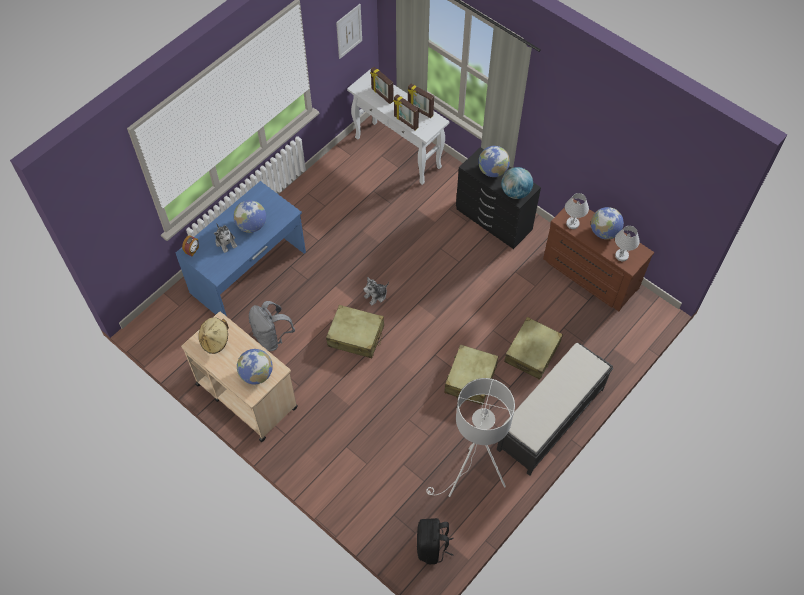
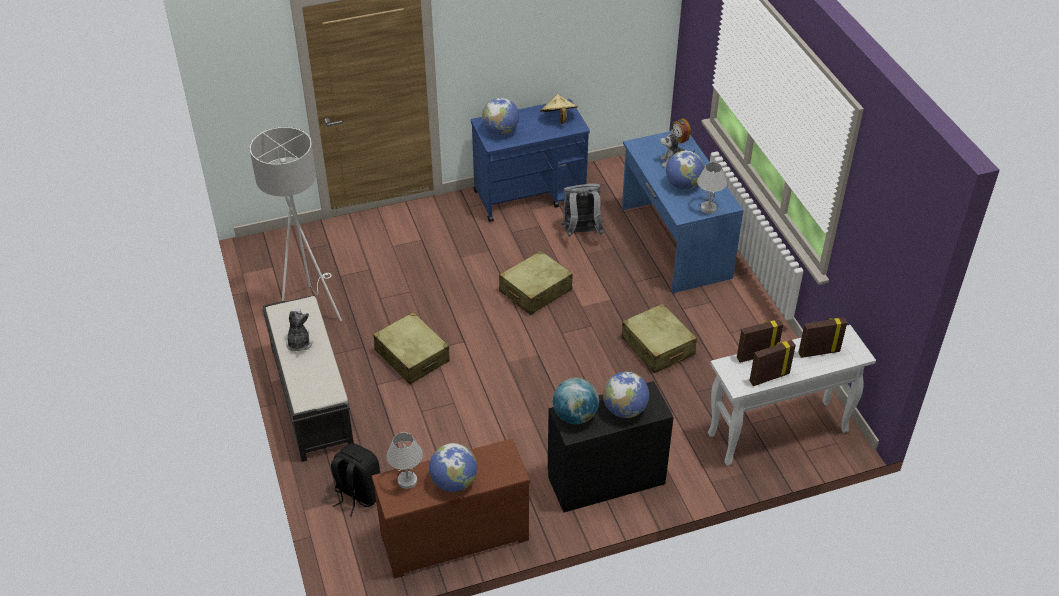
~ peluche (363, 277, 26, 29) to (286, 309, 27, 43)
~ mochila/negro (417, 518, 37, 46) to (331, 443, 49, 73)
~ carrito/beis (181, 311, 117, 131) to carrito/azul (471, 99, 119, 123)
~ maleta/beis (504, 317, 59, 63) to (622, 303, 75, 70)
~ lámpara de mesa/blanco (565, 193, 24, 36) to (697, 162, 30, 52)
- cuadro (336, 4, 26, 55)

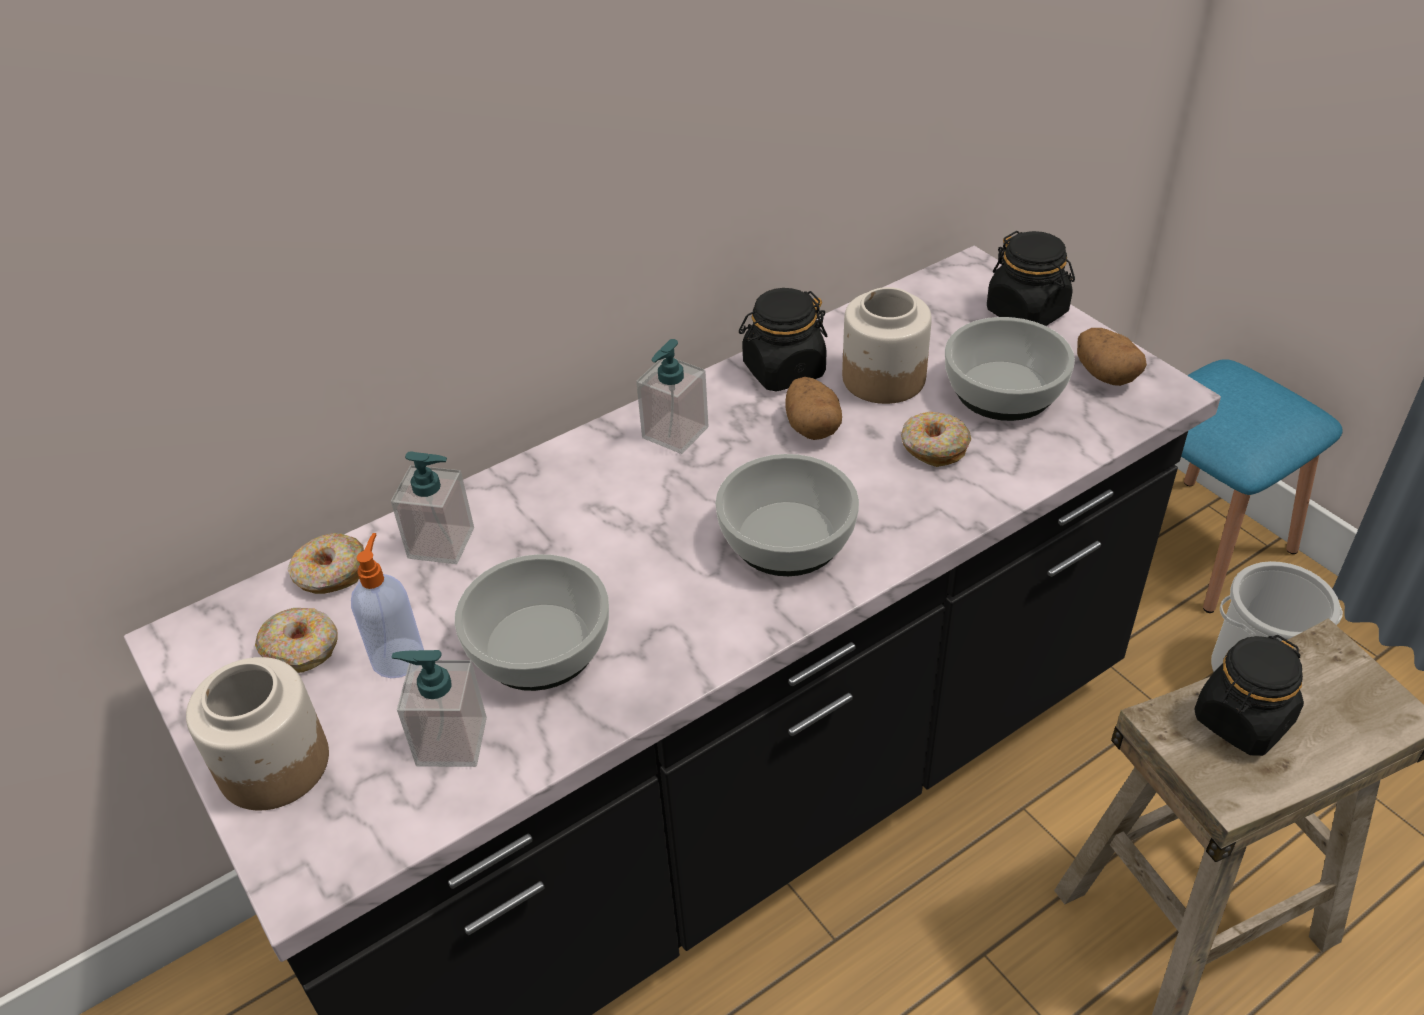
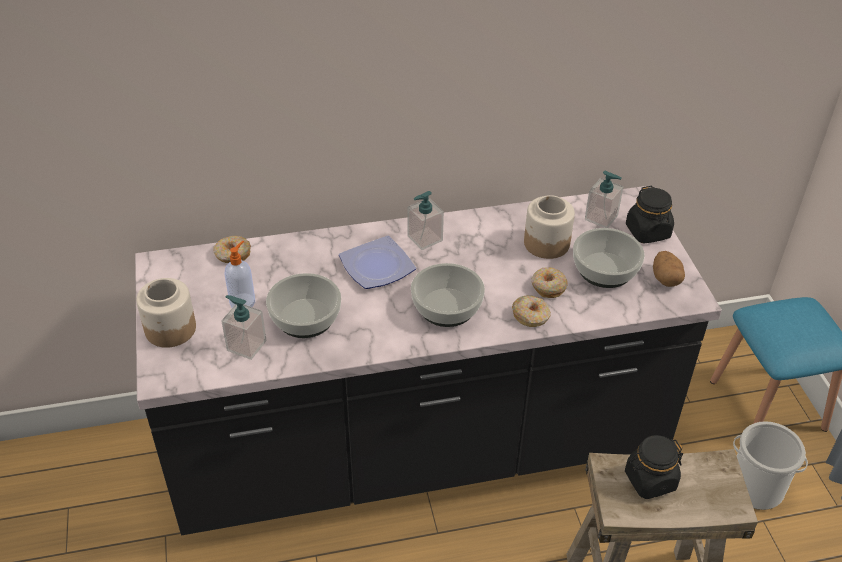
+ plato (339, 236, 77, 53)
~ rosquilla (255, 608, 82, 65) to (512, 295, 39, 32)
~ dispensador de jabón (391, 451, 83, 113) to (585, 171, 38, 57)
- tarro/negro (739, 288, 88, 103)
- patata (785, 377, 57, 63)

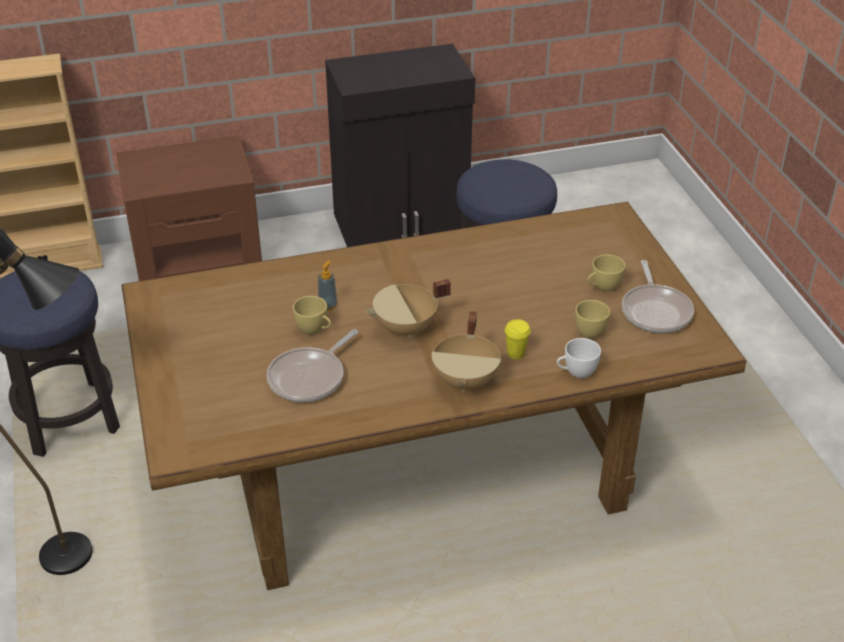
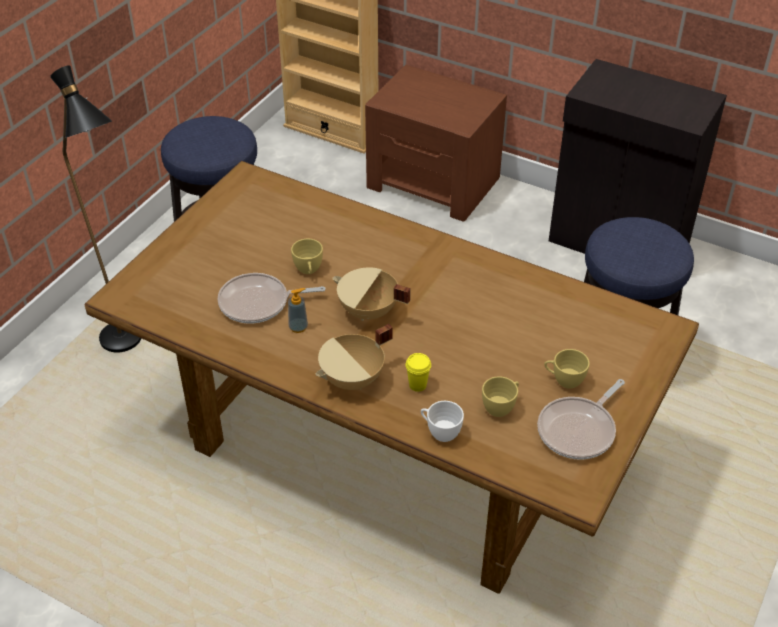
~ dispensador de jabón (318, 260, 20, 50) to (288, 288, 20, 45)

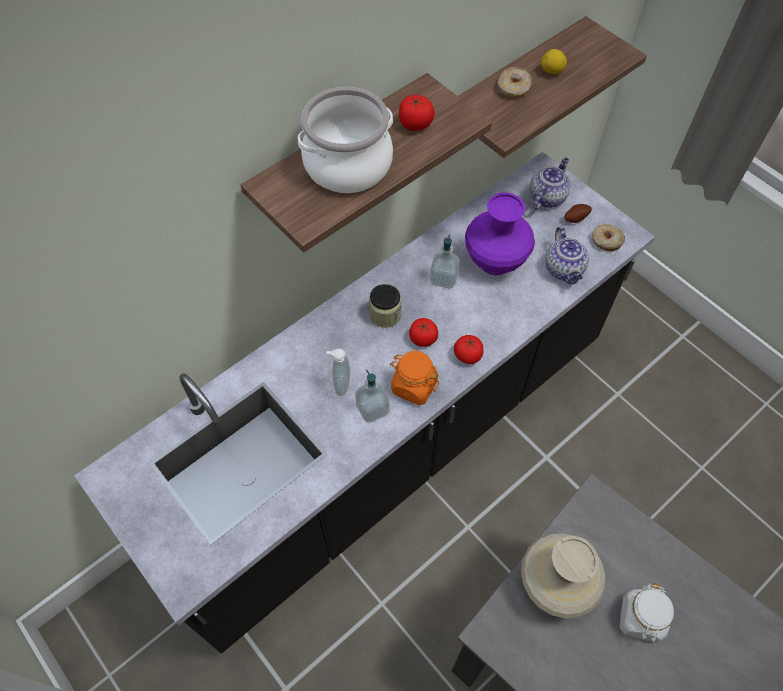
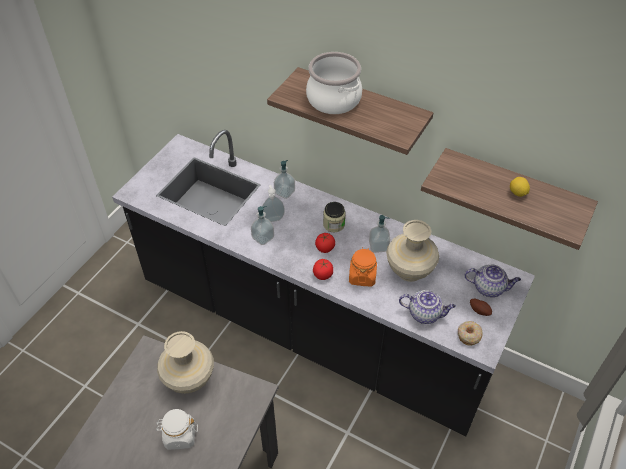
+ dispensador de jabón (274, 160, 21, 39)
~ tarro/naranja (390, 351, 49, 54) to (349, 247, 28, 40)
~ florero/morado (465, 192, 70, 83) to florero/beis (386, 220, 53, 62)
~ tetera (545, 227, 44, 58) = (399, 290, 57, 34) 135 degrees counterclockwise
- tomate (399, 95, 36, 36)
- rosquilla (498, 67, 34, 31)

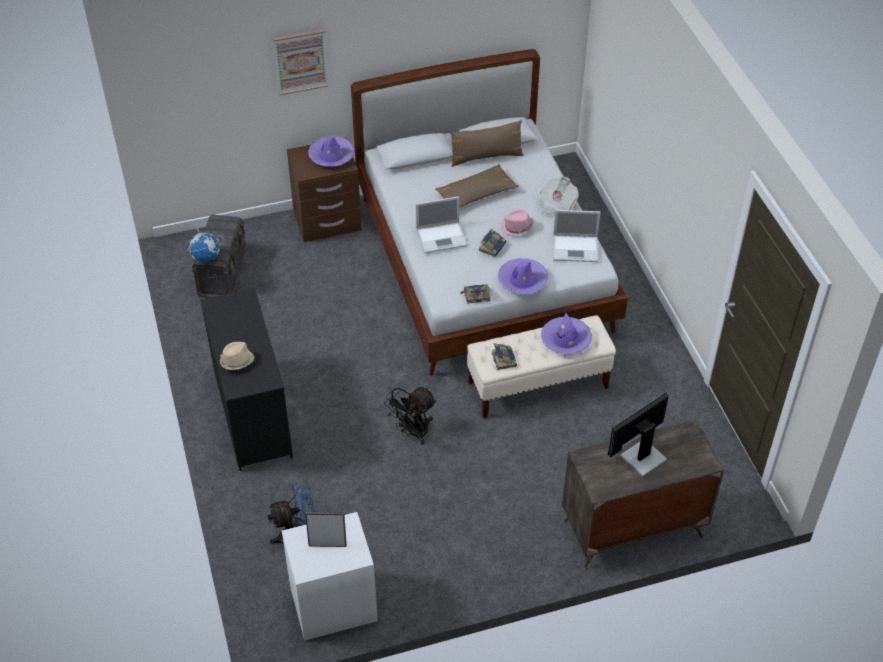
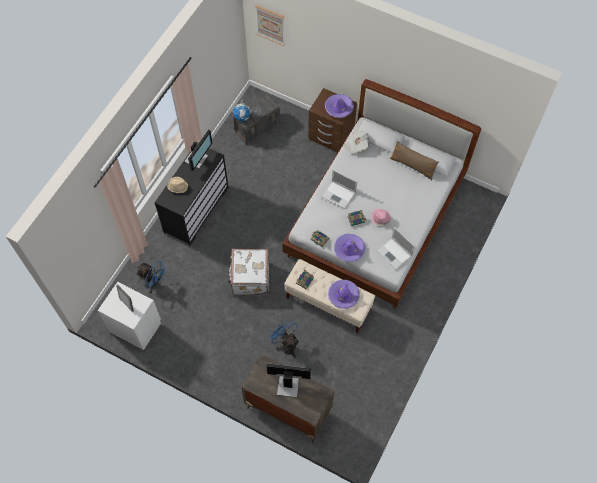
+ monitor (184, 130, 28, 42)
~ ventilador/negro (384, 387, 53, 58) to maleta/blanco (229, 249, 40, 46)
~ cuadro (273, 29, 56, 66) to (255, 5, 30, 41)
+ ventilador/azul (268, 319, 31, 39)
~ periódico (539, 177, 40, 41) to (344, 130, 26, 25)
- cojín/marrón (435, 164, 84, 44)

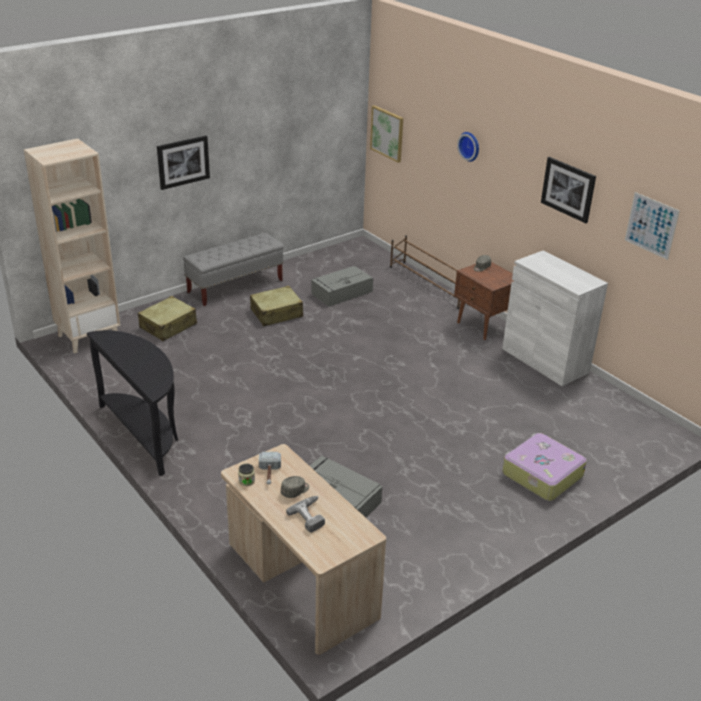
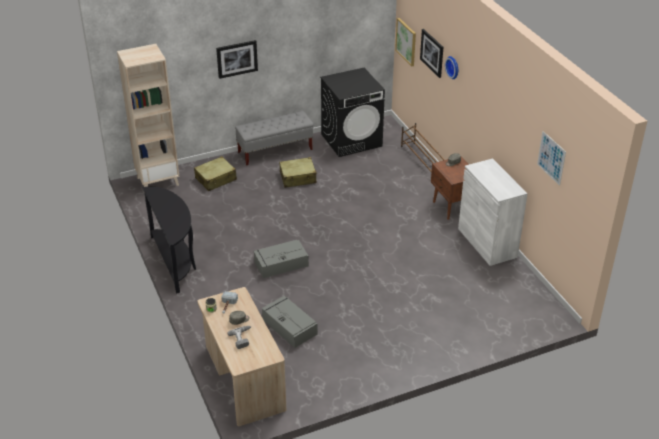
~ caja de almacenaje/gris (311, 266, 62, 41) to (253, 240, 56, 38)
+ lavadora/negro (320, 68, 65, 89)
~ cuadro (541, 157, 55, 66) to (420, 29, 24, 49)
- maleta (502, 433, 85, 68)

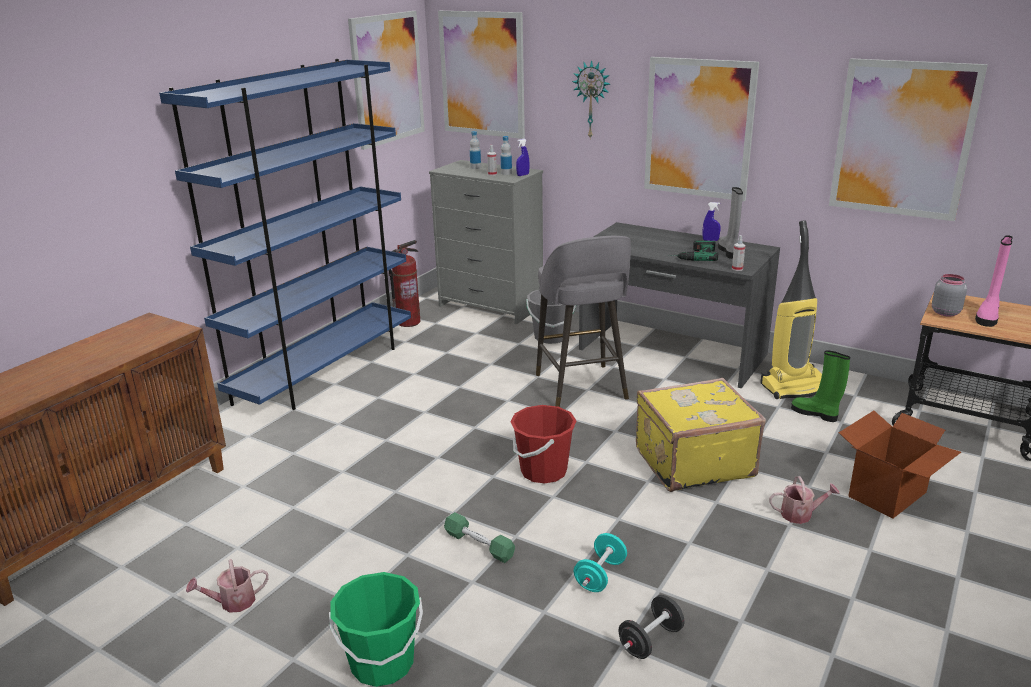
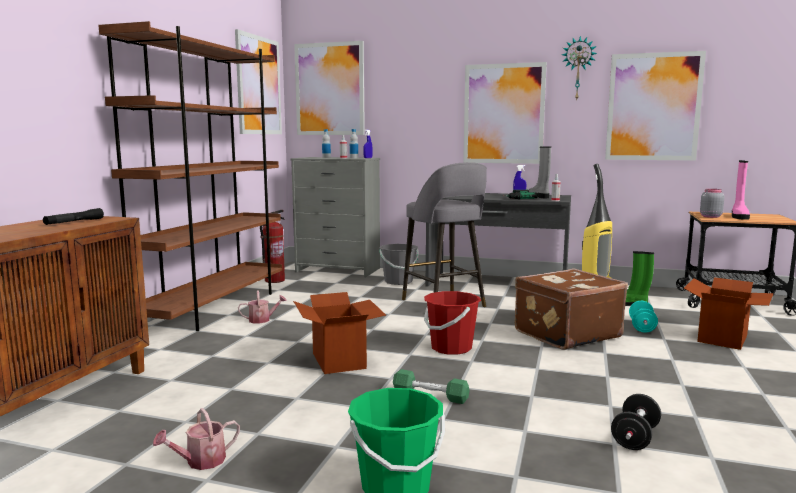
+ linterna/negro (43, 208, 61, 17)
~ estantería/azul (159, 59, 252, 351) to estantería/marrón (98, 21, 184, 310)
~ regadera (769, 476, 71, 48) to (238, 290, 49, 34)
+ caja de cartón (293, 292, 93, 82)
~ maleta/amarillo (636, 378, 130, 114) to maleta/marrón (515, 268, 113, 82)
~ reloj de pared (572, 60, 38, 78) to (562, 36, 35, 65)
~ mancuerna/turquesa (574, 533, 53, 59) to (629, 301, 29, 32)

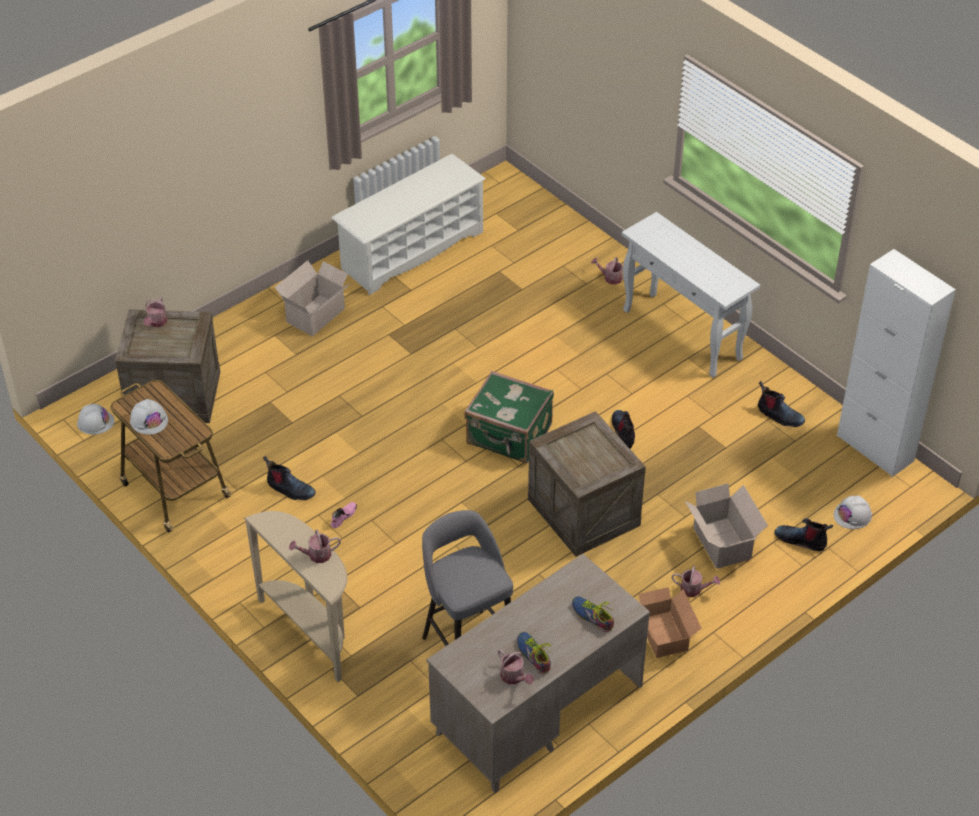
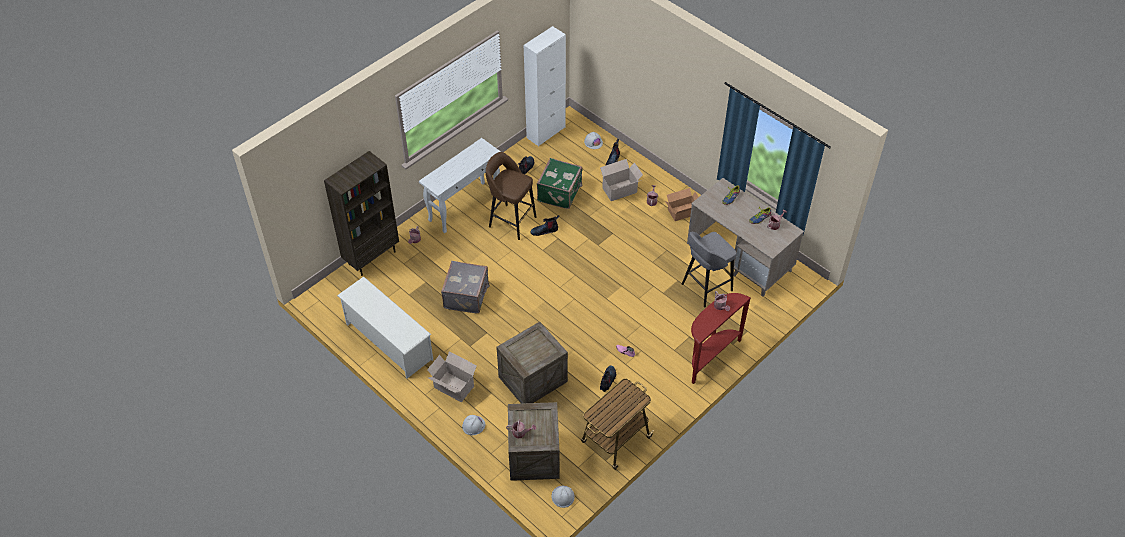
+ estantería/marrón (324, 151, 75, 125)
+ maleta/gris (441, 261, 49, 52)
~ casco/blanco (130, 399, 38, 36) to (462, 415, 23, 20)
+ taburete/marrón (486, 152, 51, 88)
~ caja de embalaje (528, 411, 118, 146) to (496, 322, 72, 82)
~ maleta/verde (464, 371, 90, 93) to (537, 158, 45, 51)
~ mesa consola/beis (244, 511, 103, 171) to mesa consola/rojo (691, 293, 60, 91)

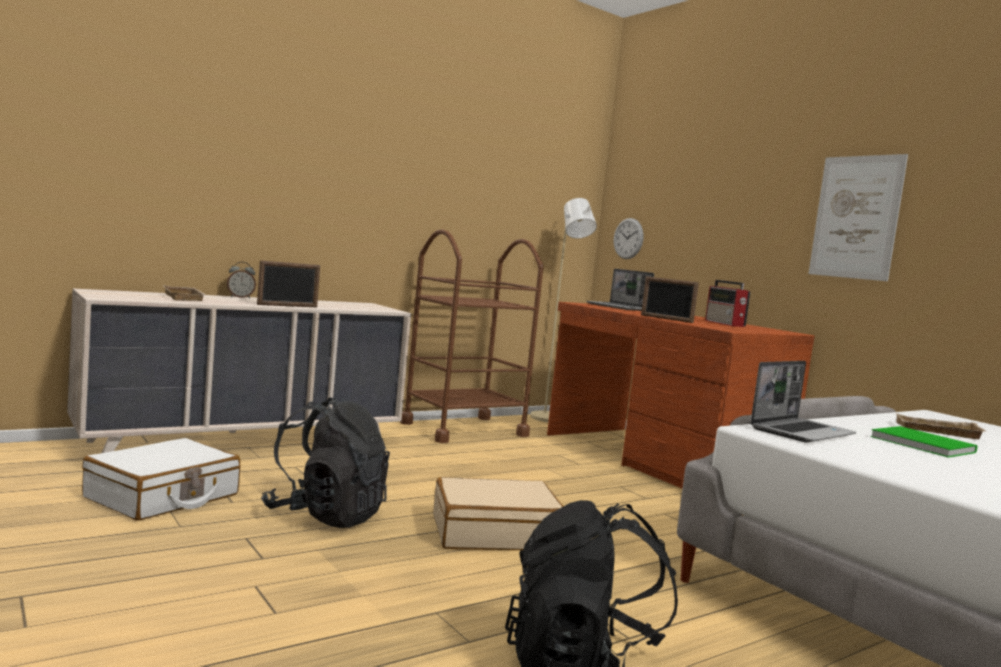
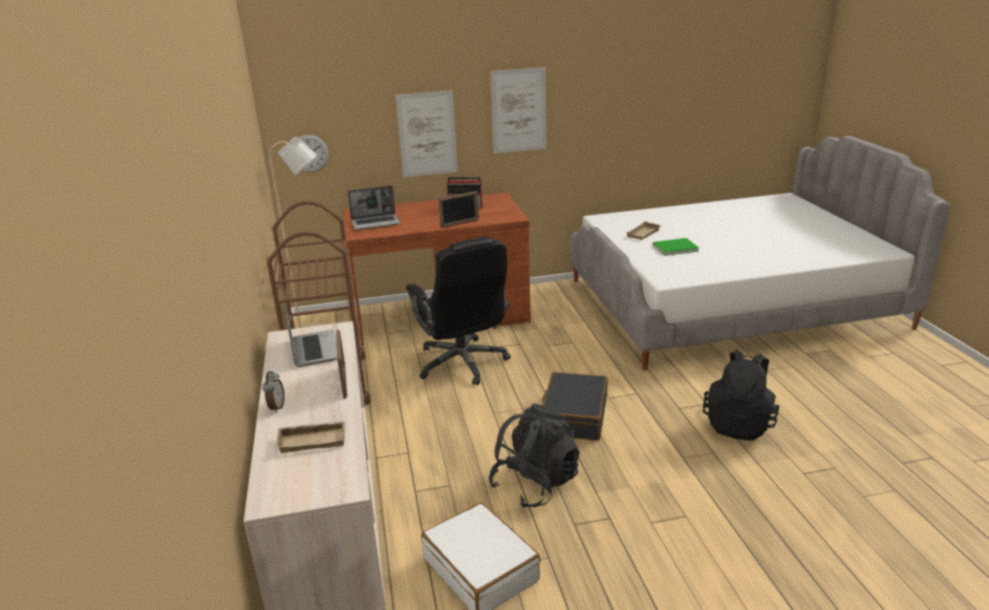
~ portátil (750, 361, 106, 81) to (285, 302, 52, 65)
+ cuadro (395, 90, 63, 87)
+ silla de oficina/negro (406, 237, 105, 148)
~ maleta/beis (433, 477, 130, 73) to maleta/negro (542, 372, 66, 69)

